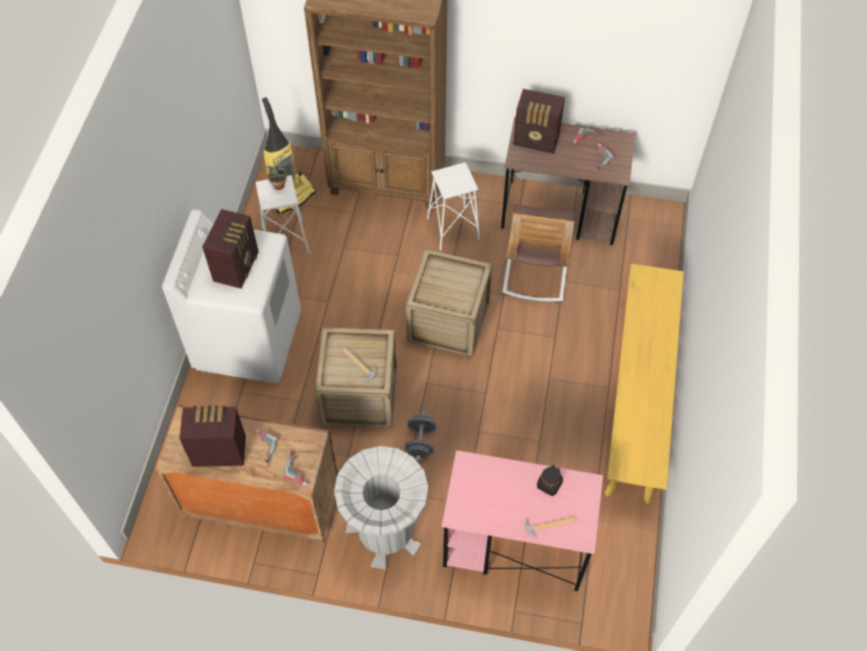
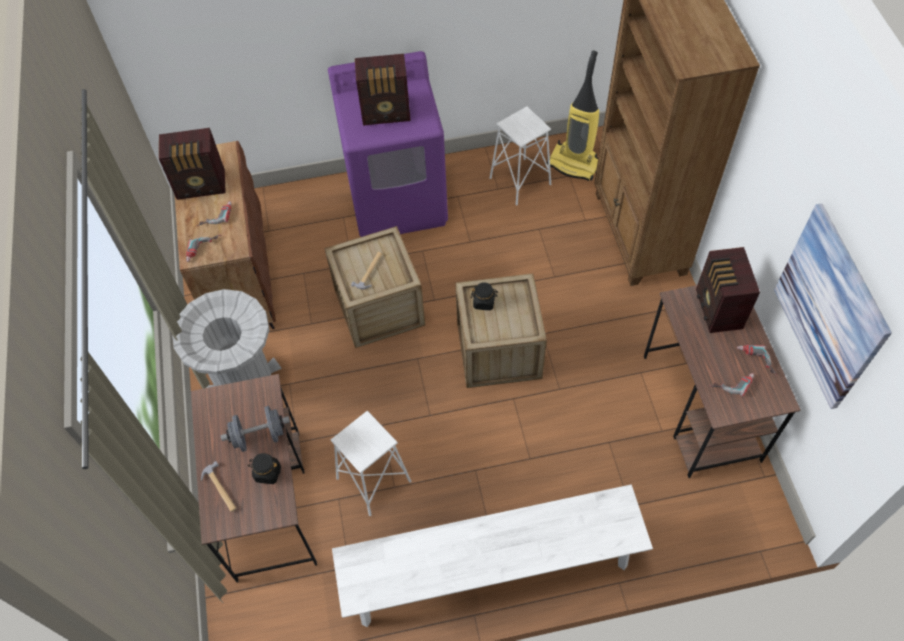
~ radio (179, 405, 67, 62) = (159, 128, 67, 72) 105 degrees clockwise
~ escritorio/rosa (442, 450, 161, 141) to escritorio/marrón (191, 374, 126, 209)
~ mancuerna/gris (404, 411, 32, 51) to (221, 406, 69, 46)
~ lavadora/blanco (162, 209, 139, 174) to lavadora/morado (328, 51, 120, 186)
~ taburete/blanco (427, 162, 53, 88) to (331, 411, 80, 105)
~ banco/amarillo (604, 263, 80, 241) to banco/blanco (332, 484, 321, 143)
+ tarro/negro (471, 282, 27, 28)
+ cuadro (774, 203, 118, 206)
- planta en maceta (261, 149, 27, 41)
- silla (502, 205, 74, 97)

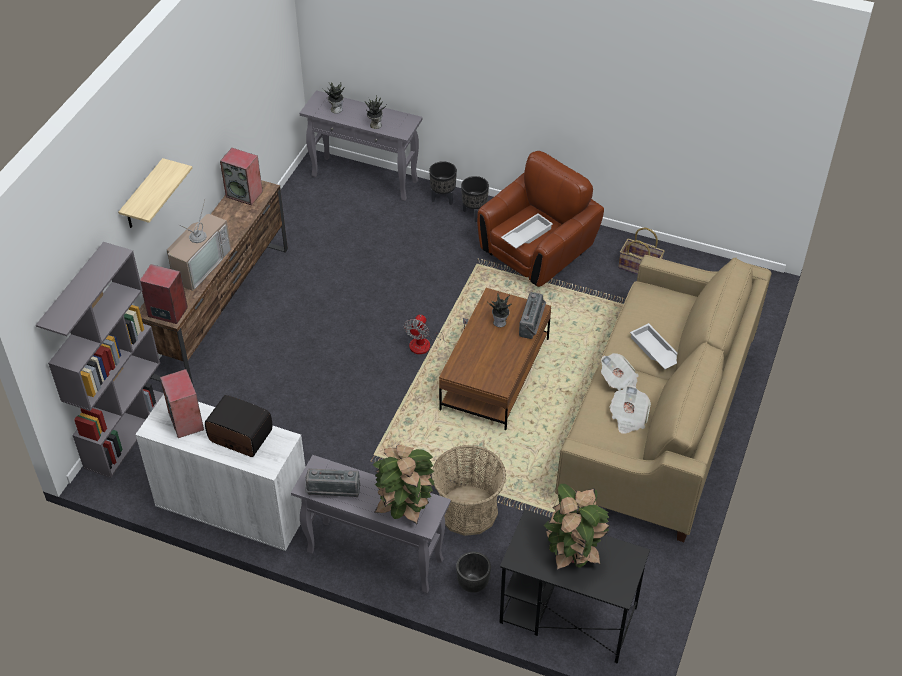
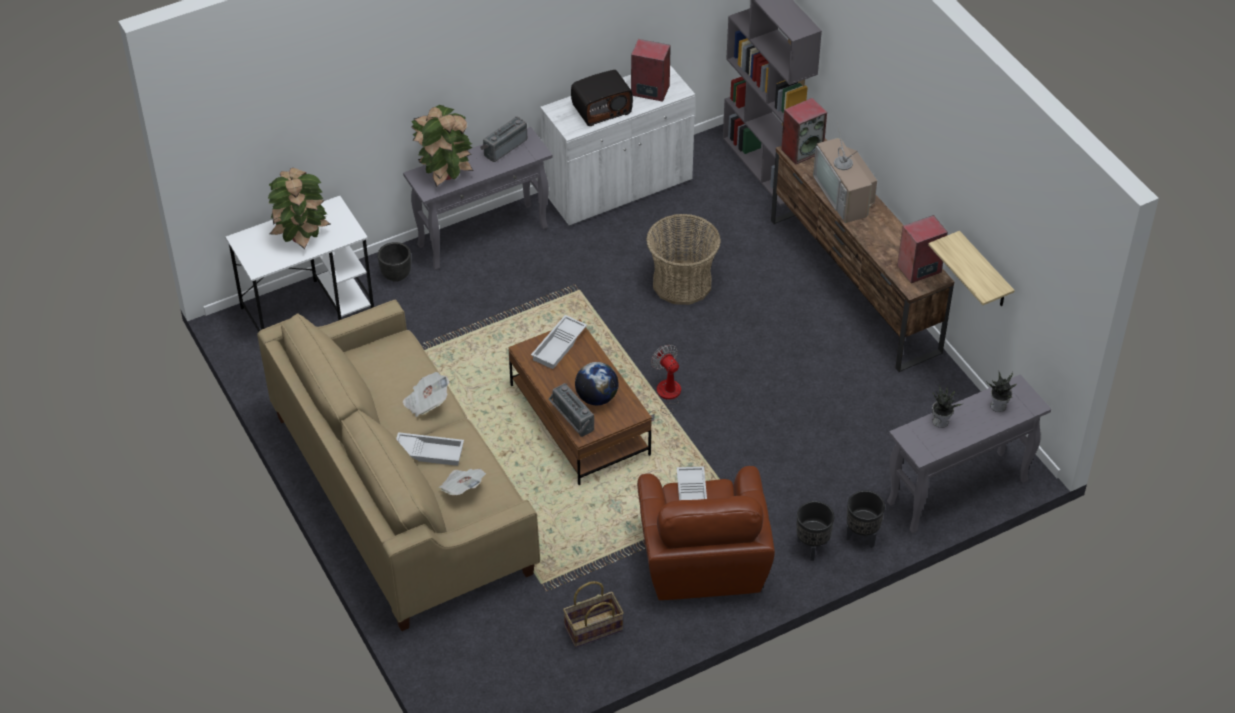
~ escritorio/negro (499, 509, 151, 155) to escritorio/blanco (225, 196, 149, 136)
~ periódico (609, 385, 42, 49) to (439, 469, 47, 26)
+ bandeja/blanco (531, 315, 56, 54)
~ planta en maceta (487, 293, 25, 34) to globo terráqueo (575, 362, 44, 43)
~ cesta (431, 445, 75, 91) to (646, 214, 75, 91)
~ estante (118, 158, 74, 70) to (928, 231, 87, 75)

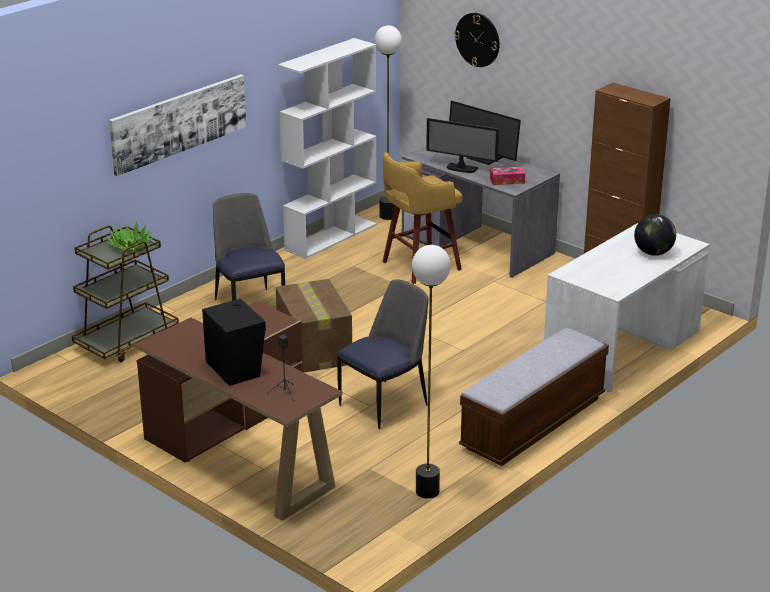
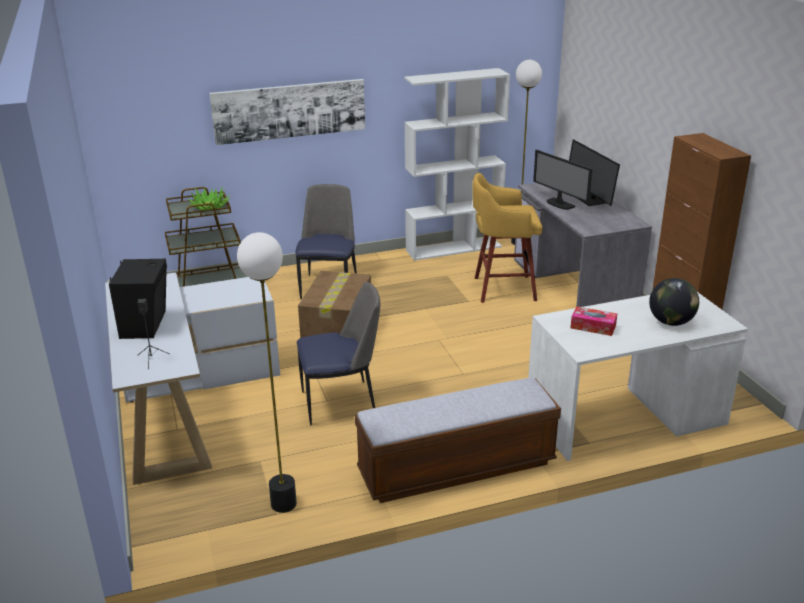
~ escritorio/marrón (134, 301, 209, 220) to escritorio/blanco (105, 272, 175, 213)
~ caja de pañuelos (490, 167, 35, 18) to (571, 306, 46, 30)
- reloj de pared (454, 13, 46, 54)

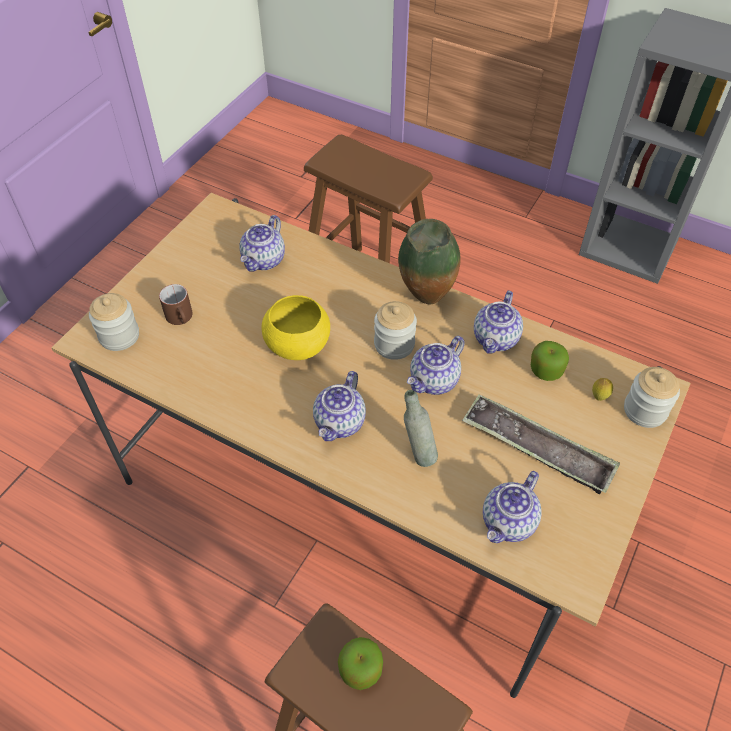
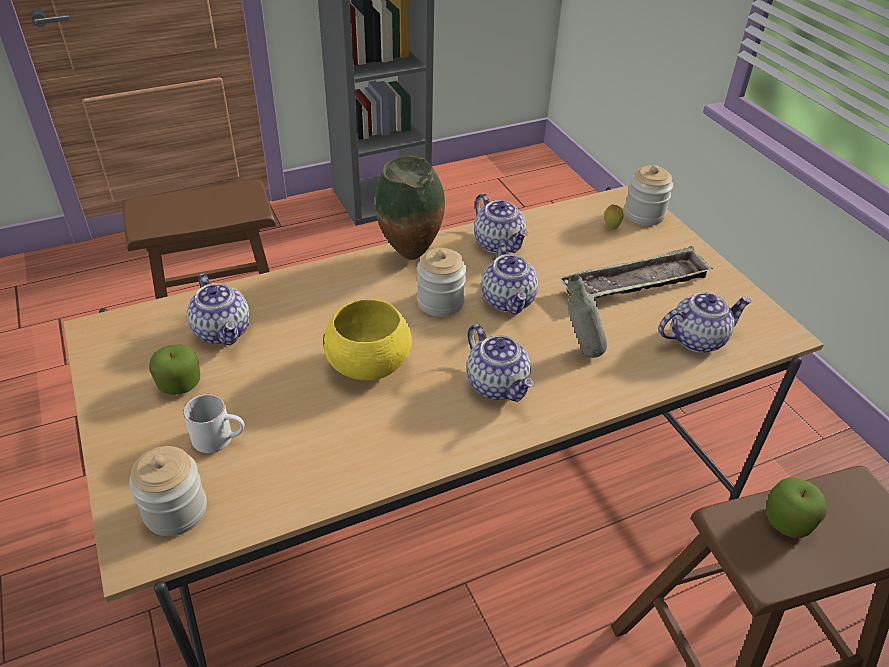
~ manzana (531, 341, 38, 40) to (149, 344, 51, 51)
~ taza grande/marrón (159, 284, 34, 41) to taza grande/blanco (183, 394, 62, 59)
~ tetera (483, 471, 59, 72) = (659, 292, 93, 61) 90 degrees counterclockwise

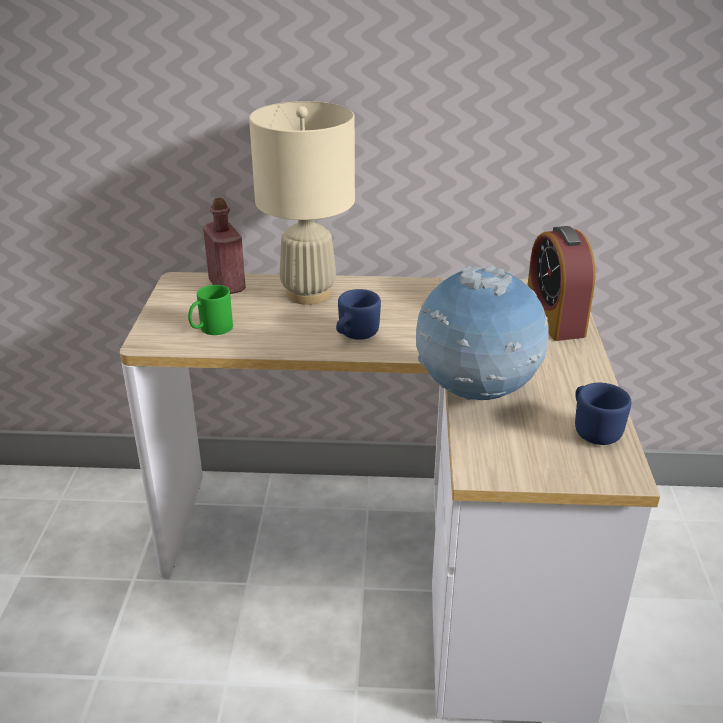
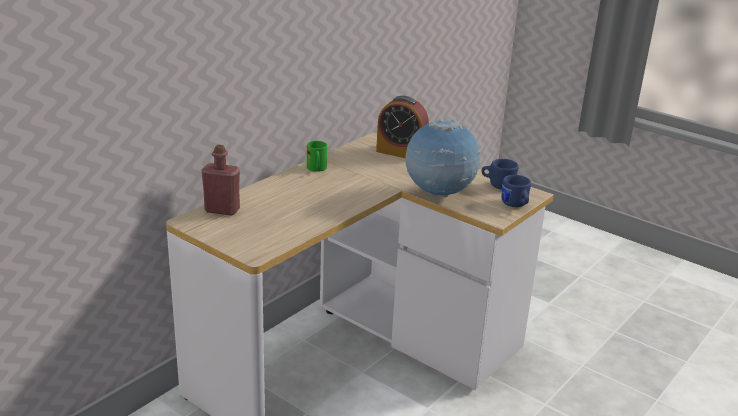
~ taza grande/verde (188, 285, 45, 50) to (307, 141, 20, 31)
~ taza grande/azul (336, 289, 45, 51) to (502, 175, 29, 32)
- lámpara de mesa/beis (249, 101, 106, 204)

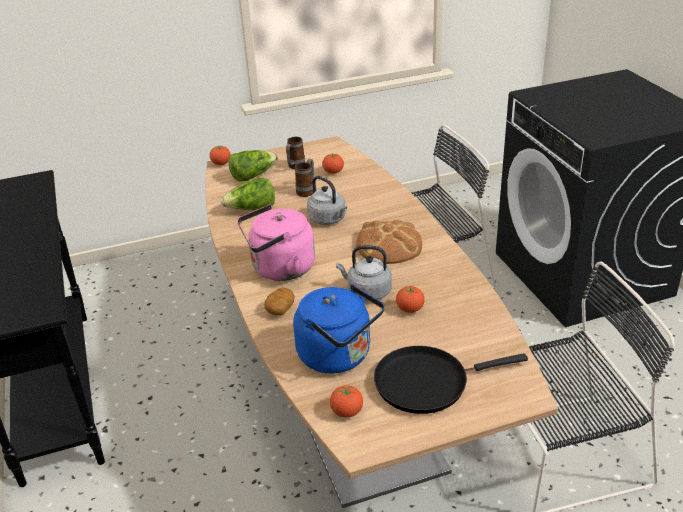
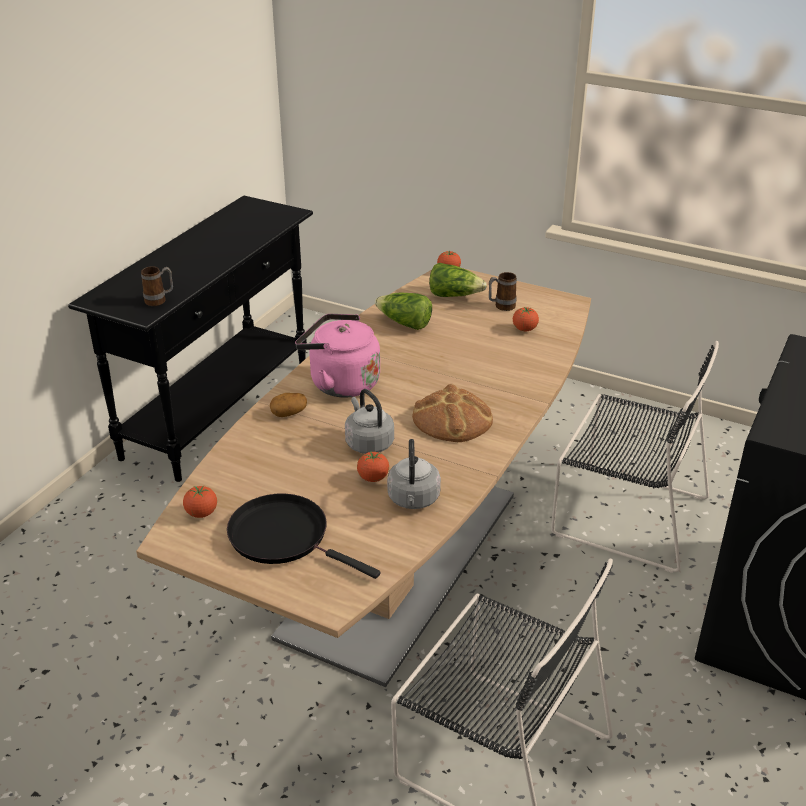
~ taza grande (295, 159, 19, 38) to (141, 266, 32, 40)
~ hervidor/gris (307, 176, 40, 49) to (387, 439, 54, 70)
- hervidor/azul (293, 284, 92, 89)

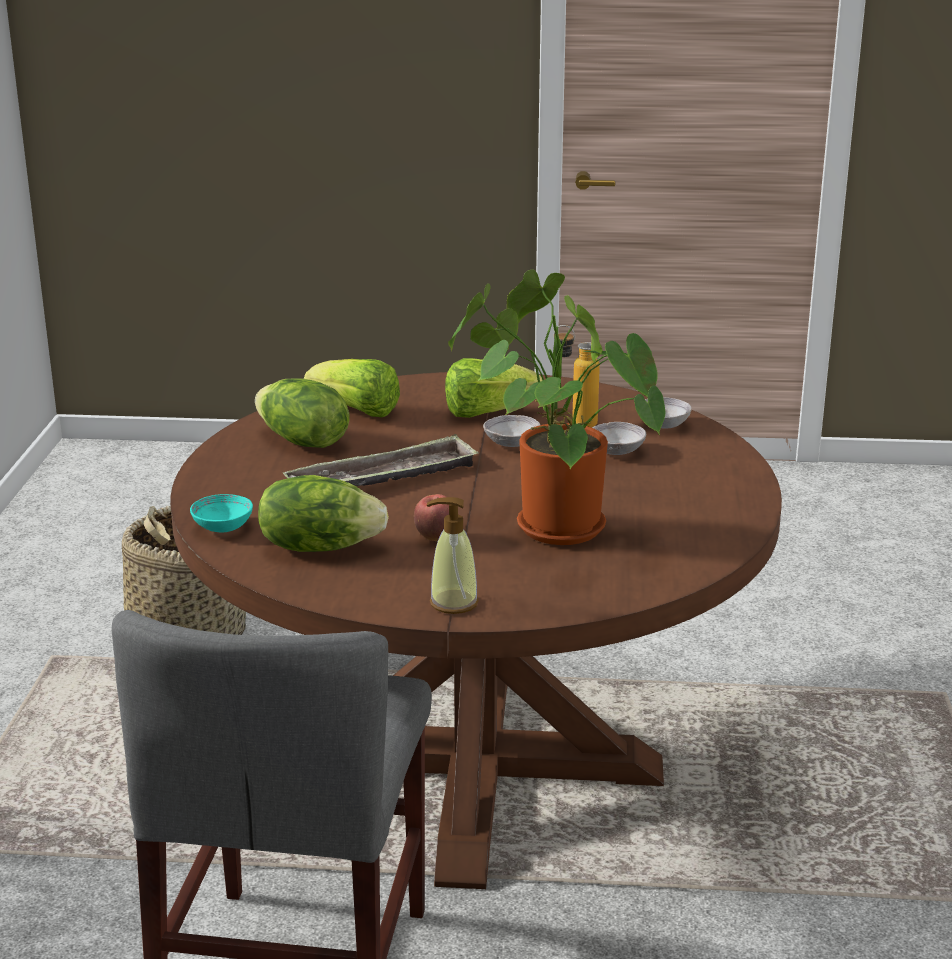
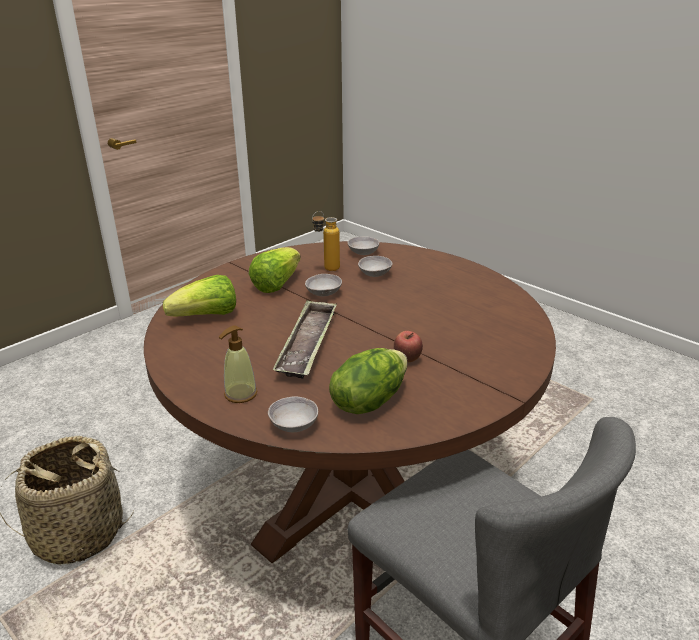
~ dispensador de jabón (427, 497, 52, 117) to (219, 325, 38, 78)
~ cuenco/turquesa (190, 494, 63, 38) to cuenco/gris (268, 396, 50, 36)
- lechuga (255, 378, 95, 70)
- planta en maceta (448, 269, 217, 276)

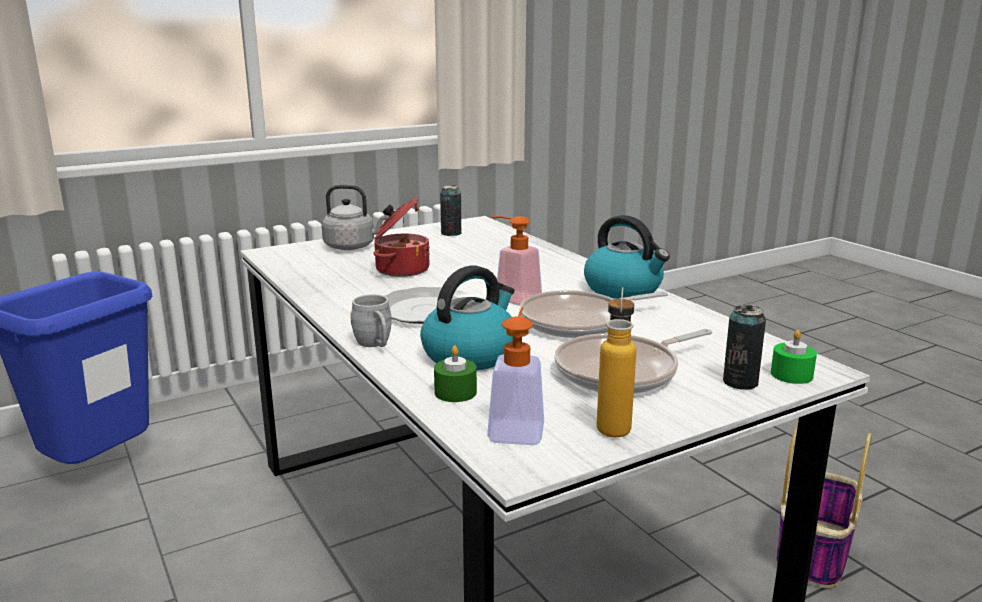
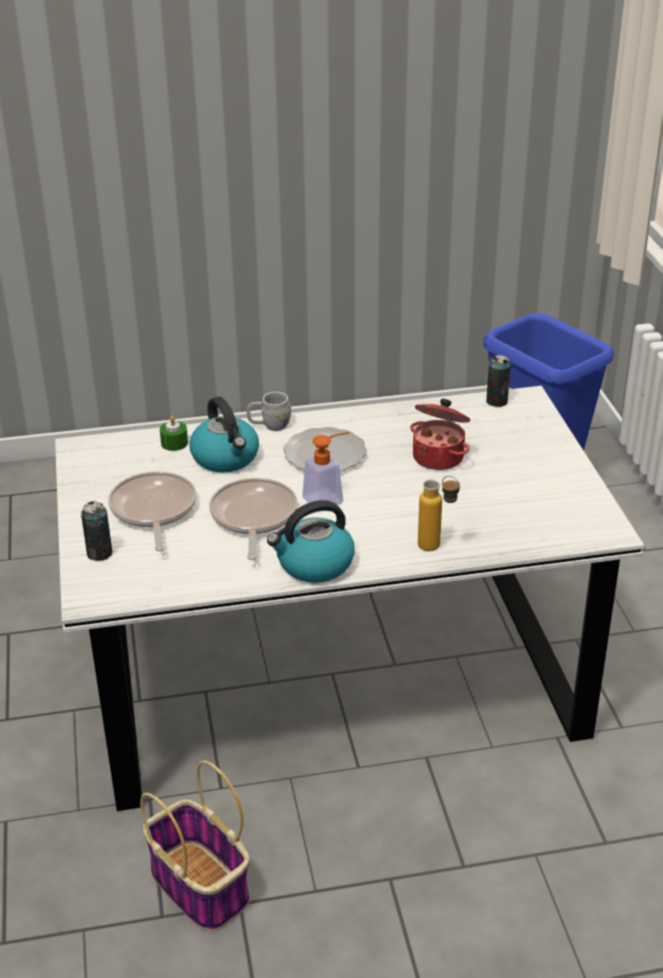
~ botella (597, 287, 39, 150) to (418, 476, 42, 75)
~ lata (440, 185, 21, 51) to (486, 355, 25, 52)
- hervidor/gris (322, 185, 65, 65)
- dispensador de jabón (487, 307, 57, 138)
- vela/verde (771, 330, 46, 54)

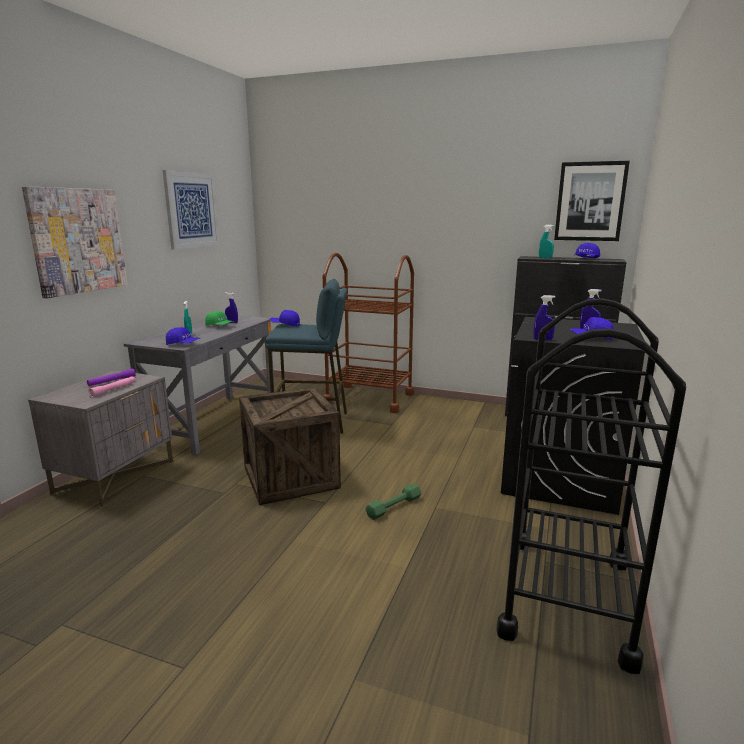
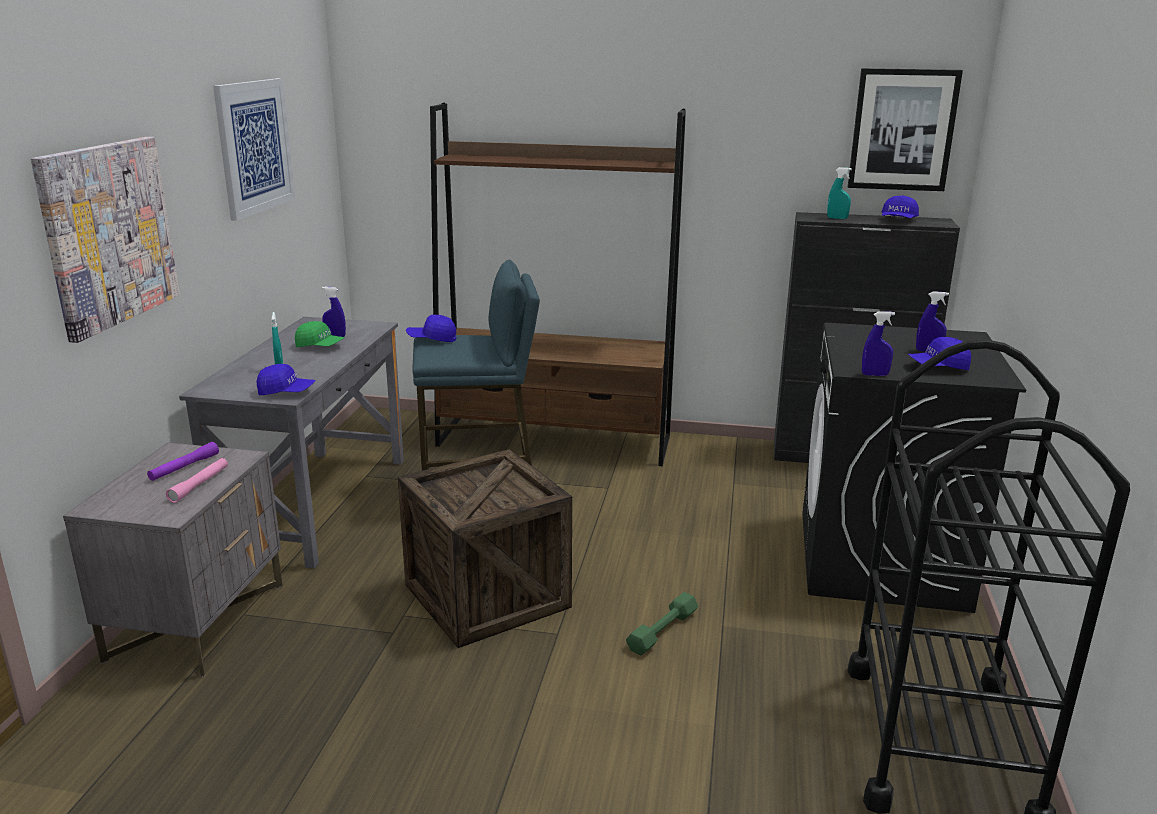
~ carrito/marrón (323, 253, 91, 160) to estantería/marrón (430, 103, 256, 363)

